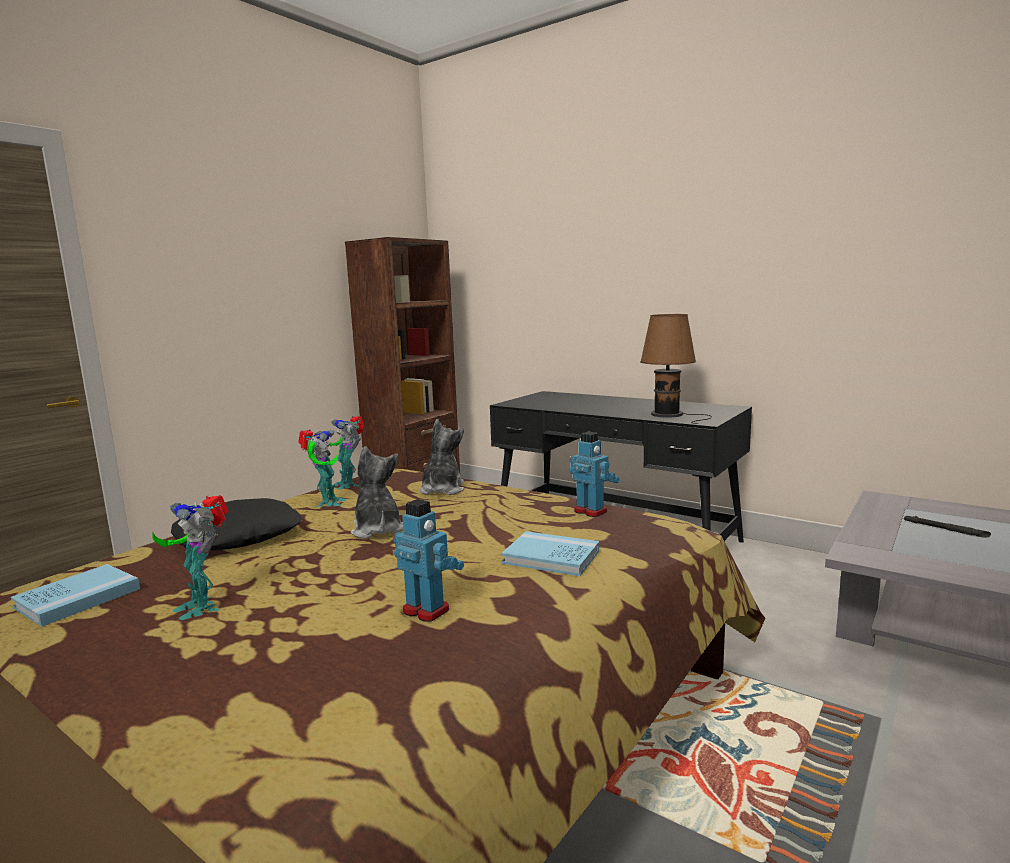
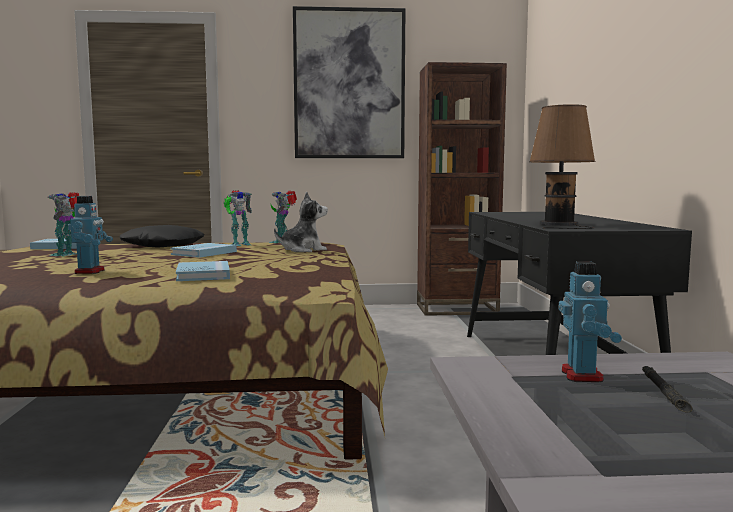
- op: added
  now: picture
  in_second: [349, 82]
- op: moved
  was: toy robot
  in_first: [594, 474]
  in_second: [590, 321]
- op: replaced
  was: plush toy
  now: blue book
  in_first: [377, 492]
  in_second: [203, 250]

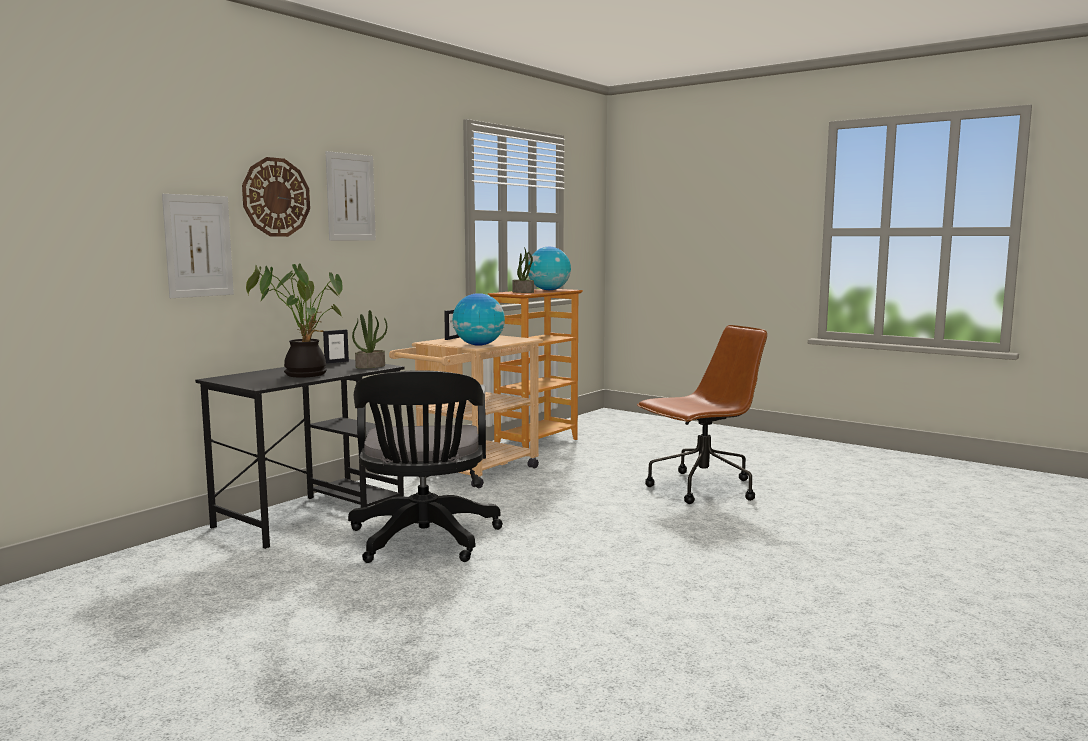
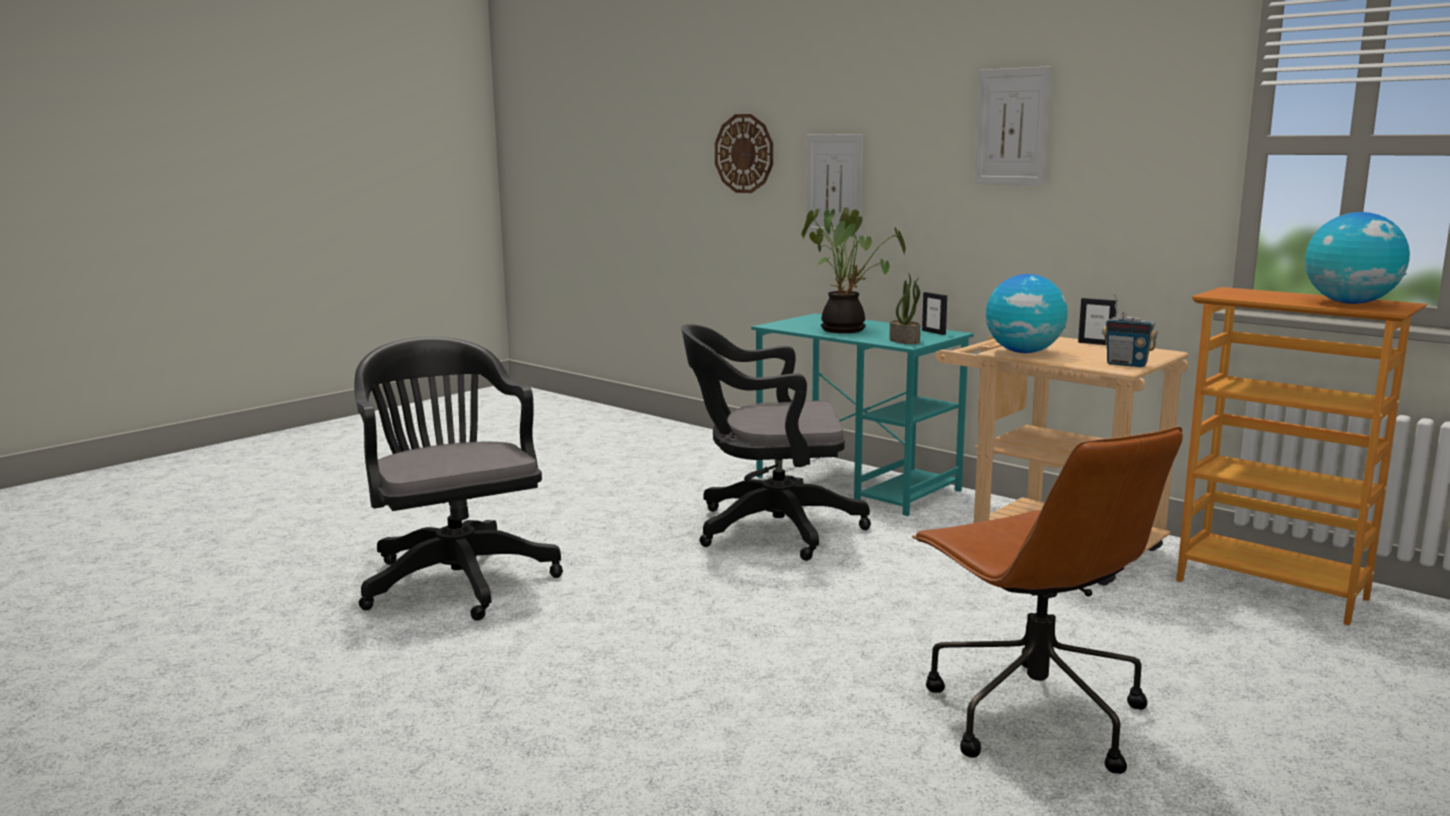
- op: removed
  was: potted plant
  in_first: [523, 270]
- op: added
  now: black office chair
  in_second: [458, 479]
- op: added
  now: radio
  in_second: [1129, 330]
- op: moved
  was: wall clock
  in_first: [276, 197]
  in_second: [744, 153]
- op: recoloured
  was: black desk
  now: turquoise desk
  in_first: [300, 454]
  in_second: [862, 414]

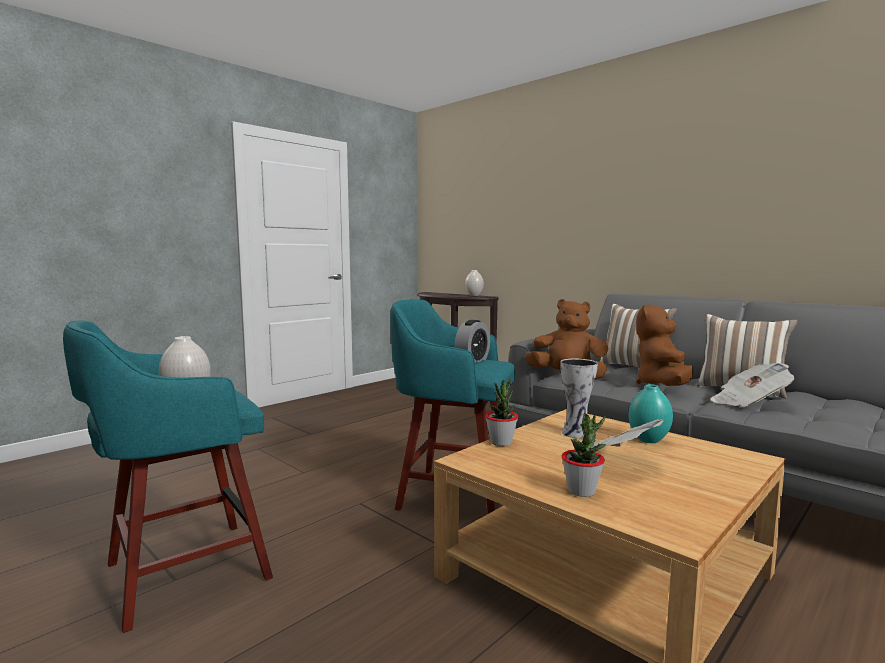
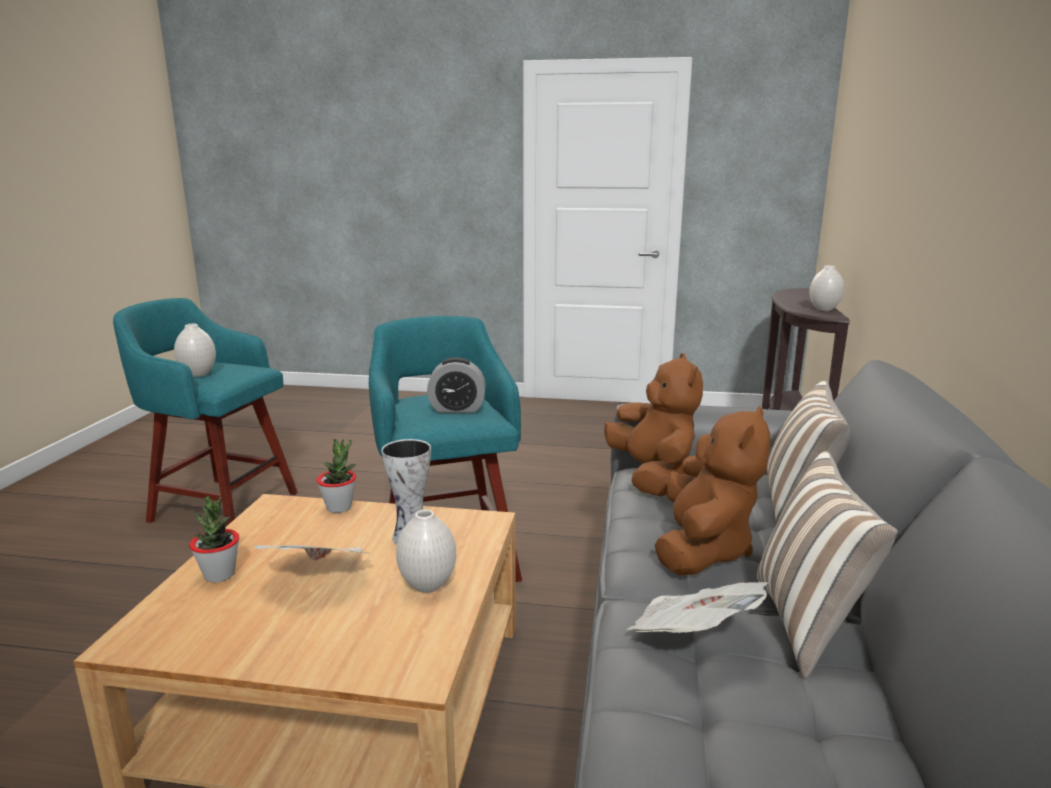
- op: recoloured
  was: turquoise vase
  now: white vase
  in_first: [651, 413]
  in_second: [426, 551]
- op: turned
  was: brown plush toy
  in_first: [665, 345]
  in_second: [712, 491]
  clockwise: 120

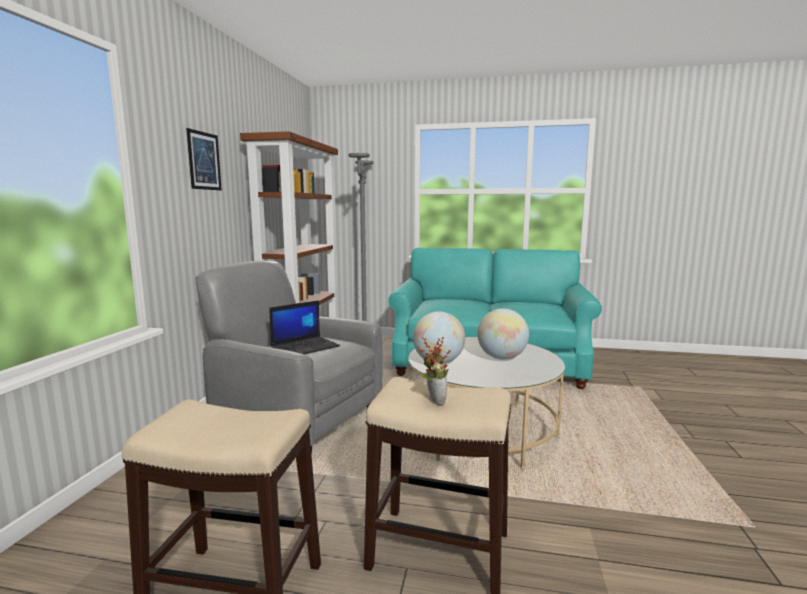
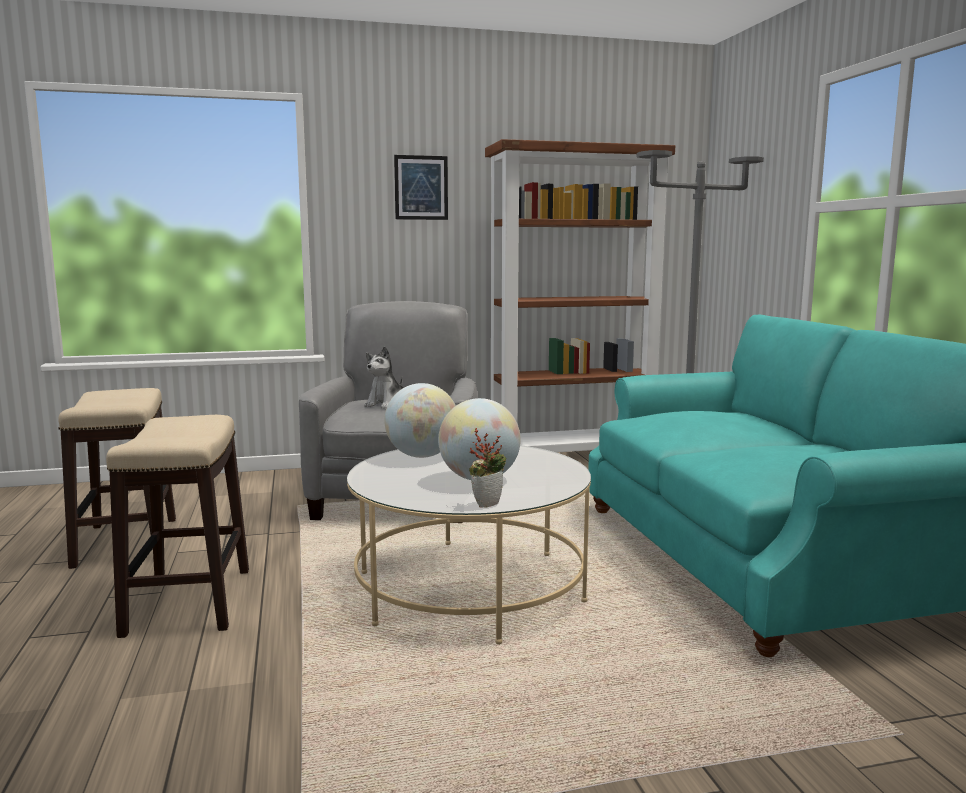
- op: moved
  was: potted plant
  in_first: [434, 371]
  in_second: [487, 468]
- op: replaced
  was: laptop
  now: plush toy
  in_first: [304, 327]
  in_second: [384, 377]

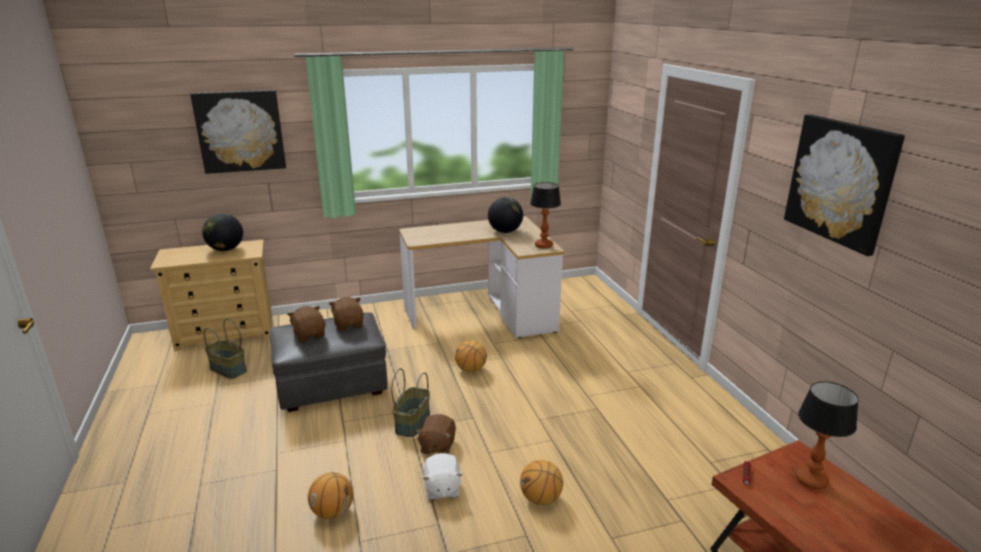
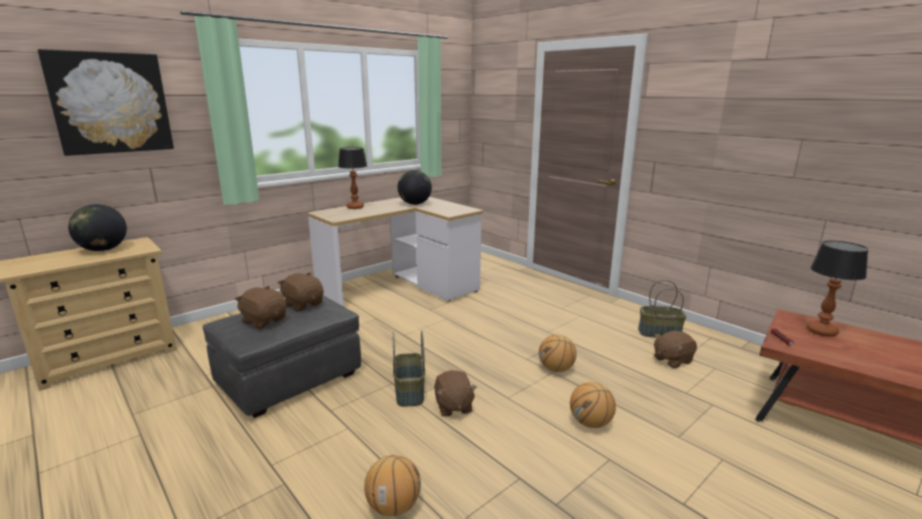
- op: removed
  was: white plush toy
  in_first: [442, 476]
- op: removed
  was: picture
  in_first: [844, 185]
- op: added
  now: brown plush toy
  in_second: [675, 349]
- op: moved
  was: basket
  in_first: [225, 349]
  in_second: [662, 309]
- op: moved
  was: basketball
  in_first: [471, 356]
  in_second: [558, 353]
- op: moved
  was: table lamp
  in_first: [545, 215]
  in_second: [352, 178]

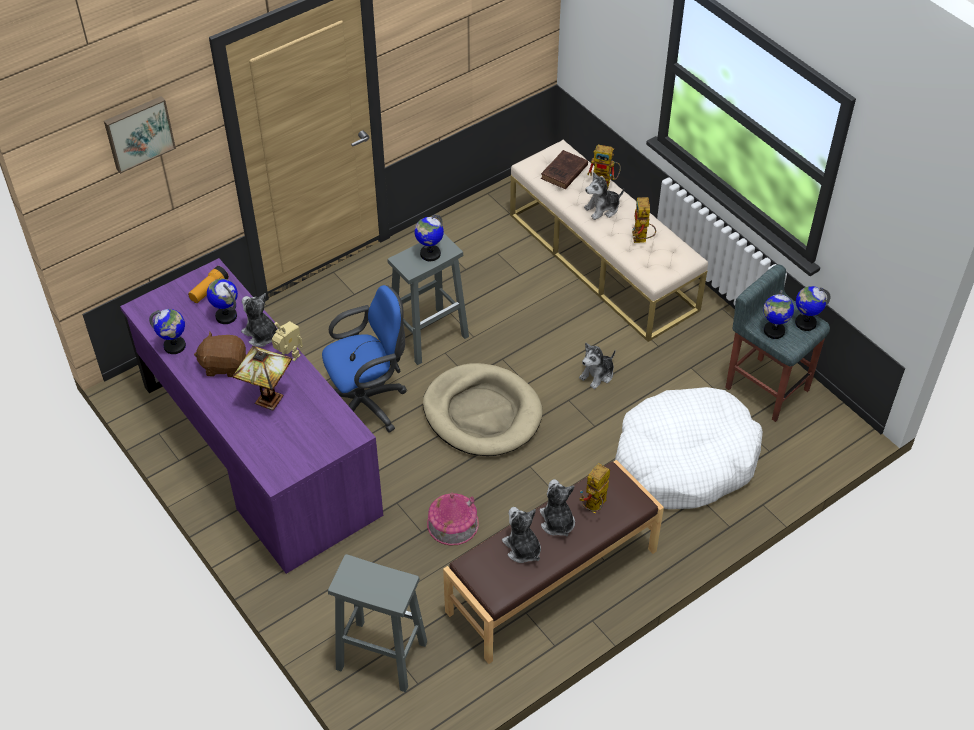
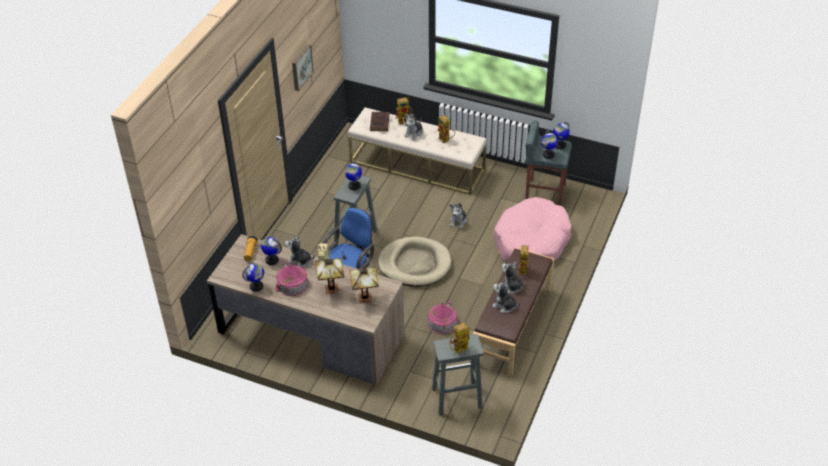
- op: added
  now: table lamp
  in_second: [364, 285]
- op: added
  now: toy robot
  in_second: [459, 338]
- op: moved
  was: picture
  in_first: [140, 135]
  in_second: [303, 67]
- op: replaced
  was: brown plush toy
  now: toy house
  in_first: [220, 354]
  in_second: [291, 278]
- op: recoloured
  was: purple desk
  now: brown desk
  in_first: [251, 416]
  in_second: [305, 309]
- op: recoloured
  was: white dog bed
  now: pink dog bed
  in_first: [689, 448]
  in_second: [533, 229]

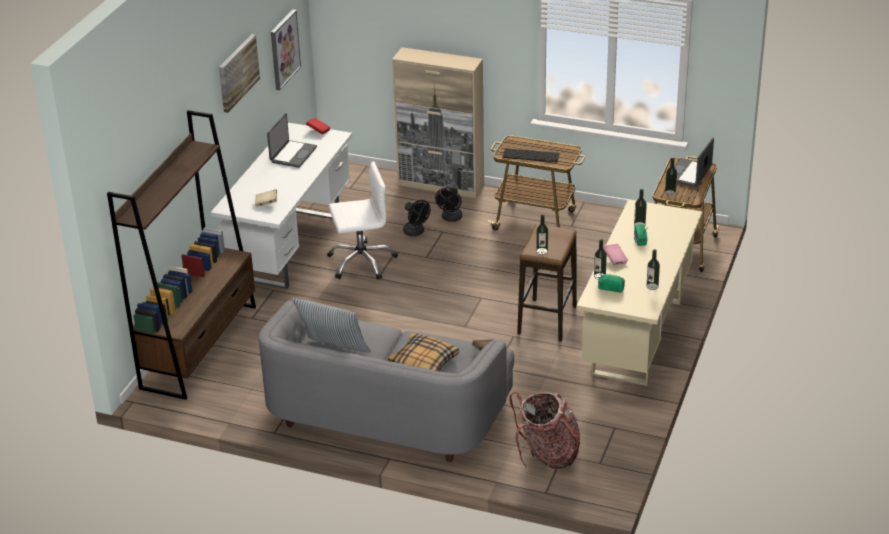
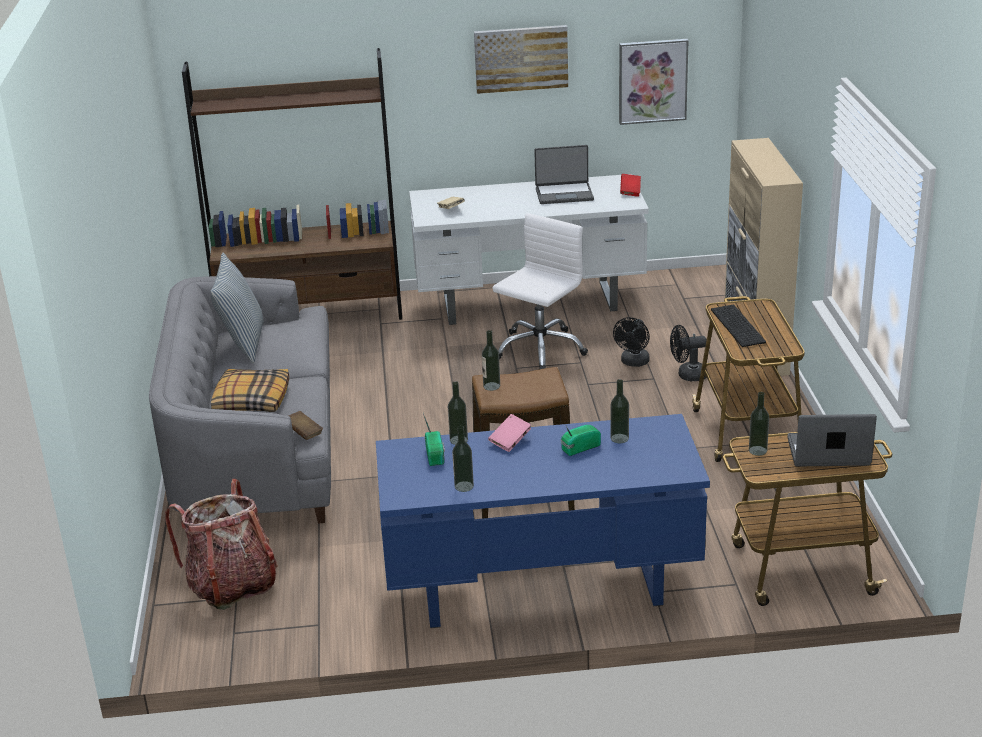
- op: recoloured
  was: beige desk
  now: blue desk
  in_first: [639, 292]
  in_second: [543, 521]
- op: turned
  was: white office chair
  in_first: [362, 220]
  in_second: [540, 291]
  clockwise: -105

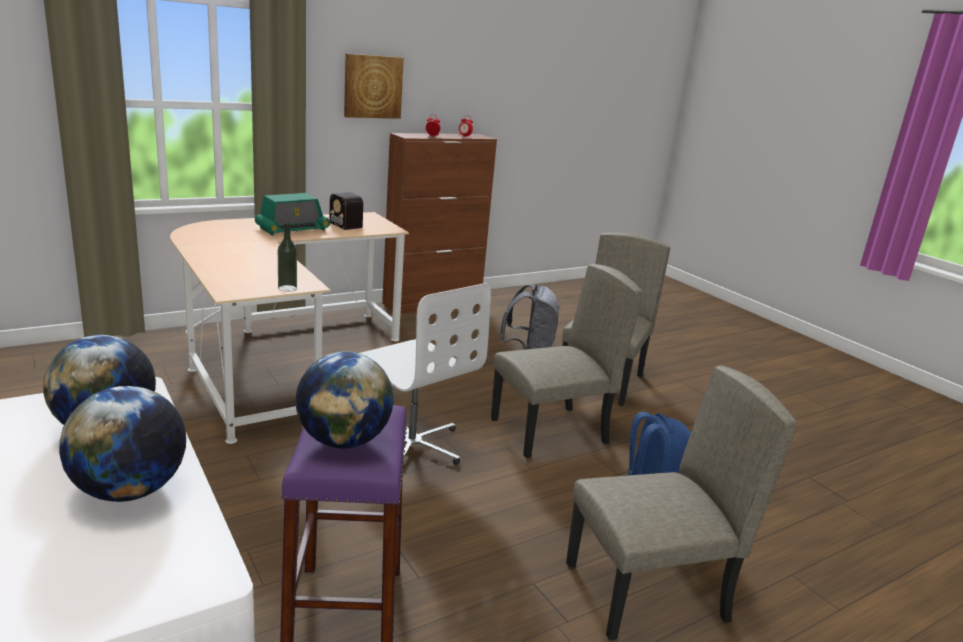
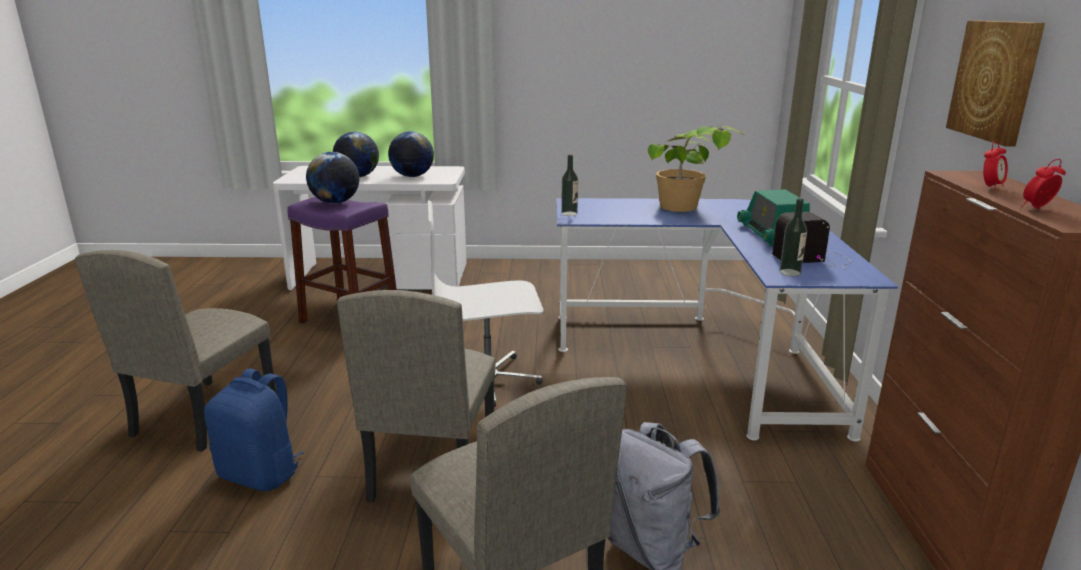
- op: added
  now: potted plant
  in_second: [696, 169]
- op: added
  now: bottle
  in_second: [793, 237]
- op: recoloured
  was: beige desk
  now: blue desk
  in_first: [289, 328]
  in_second: [727, 320]

